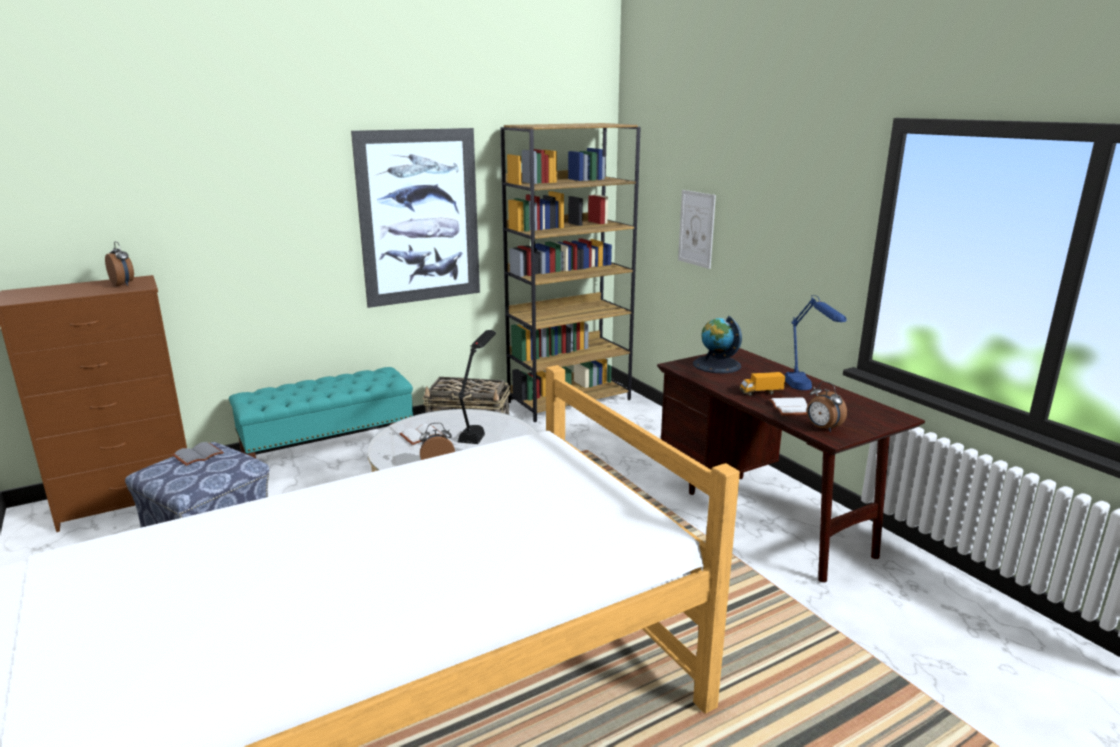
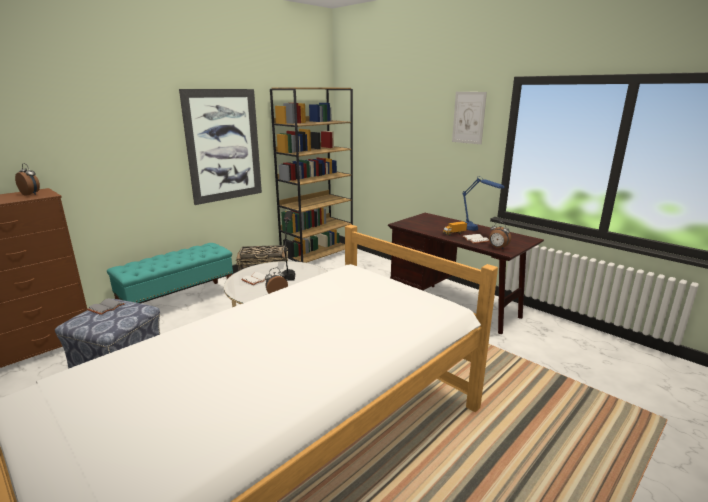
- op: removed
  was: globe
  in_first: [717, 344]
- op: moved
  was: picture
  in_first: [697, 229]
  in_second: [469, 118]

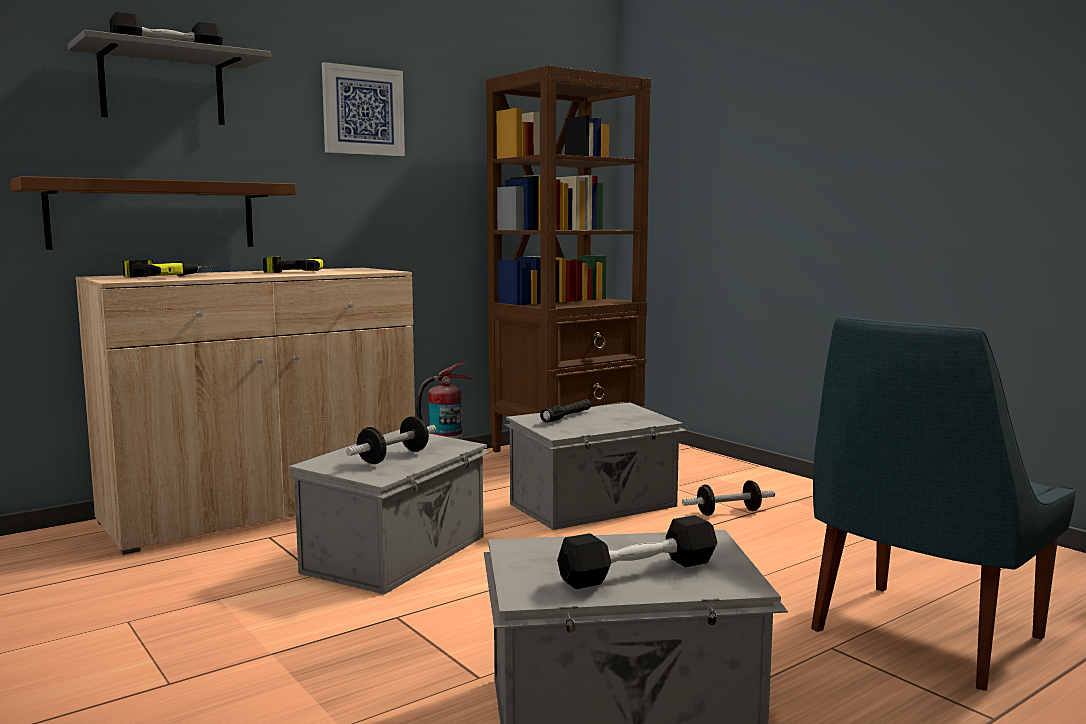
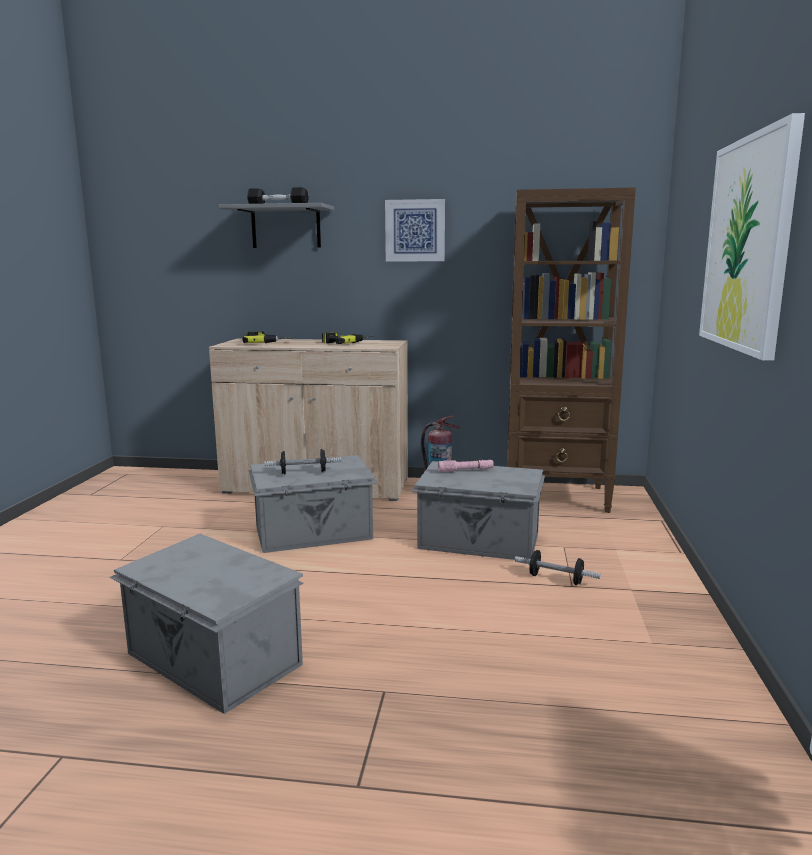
- op: removed
  was: brown shelf
  in_first: [153, 213]
- op: removed
  was: black dumbbell
  in_first: [637, 552]
- op: removed
  was: blue chair
  in_first: [943, 504]
- op: added
  now: picture
  in_second: [752, 237]
- op: recoloured
  was: black flashlight
  now: pink flashlight
  in_first: [565, 411]
  in_second: [466, 466]

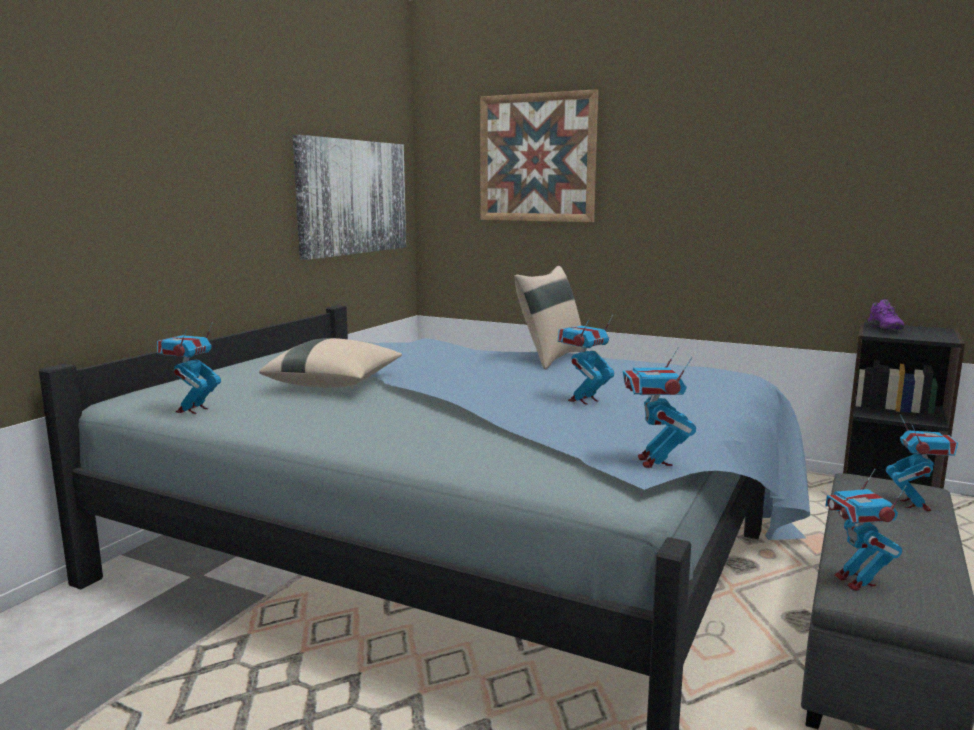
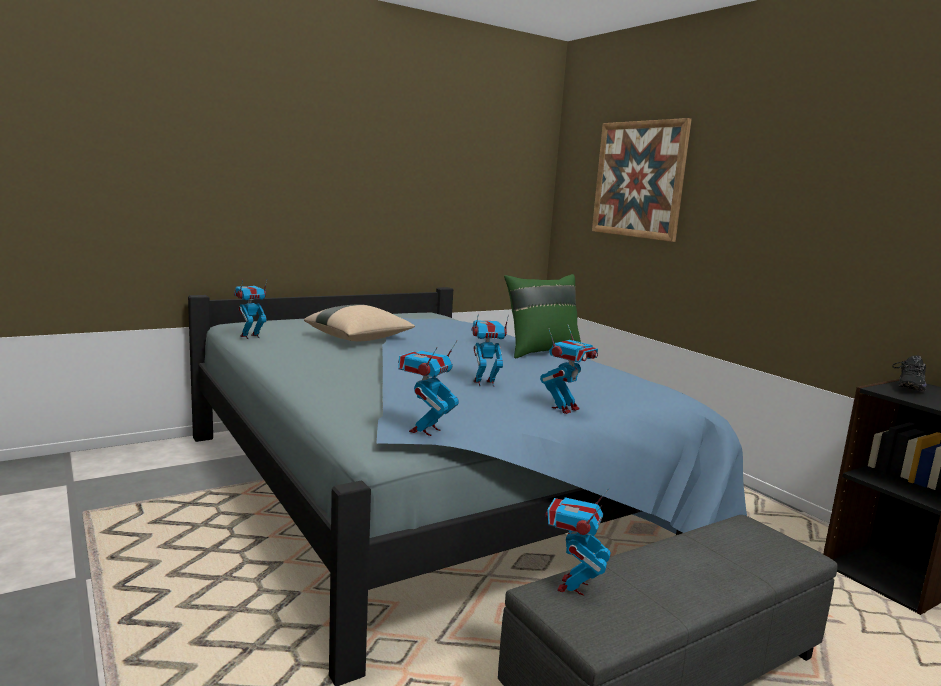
- op: removed
  was: picture
  in_first: [349, 197]
- op: moved
  was: toy robot
  in_first: [922, 462]
  in_second: [569, 369]
- op: recoloured
  was: beige pillow
  now: green pillow
  in_first: [548, 317]
  in_second: [542, 316]
- op: recoloured
  was: purple shoe
  now: black shoe
  in_first: [886, 314]
  in_second: [909, 373]

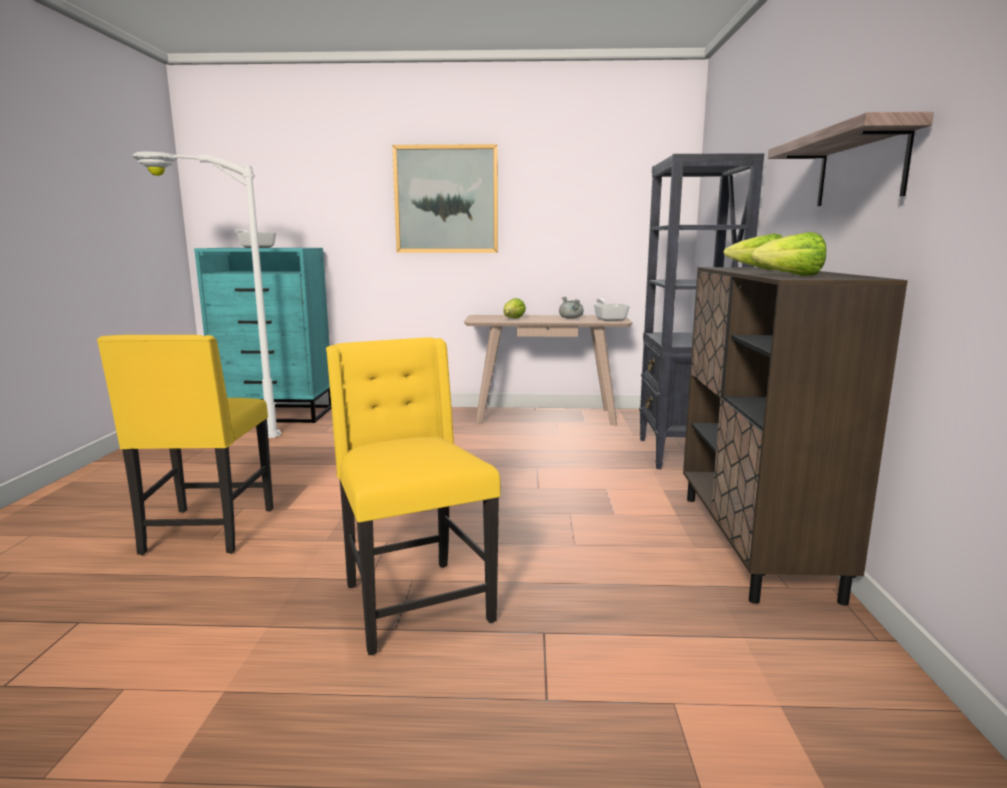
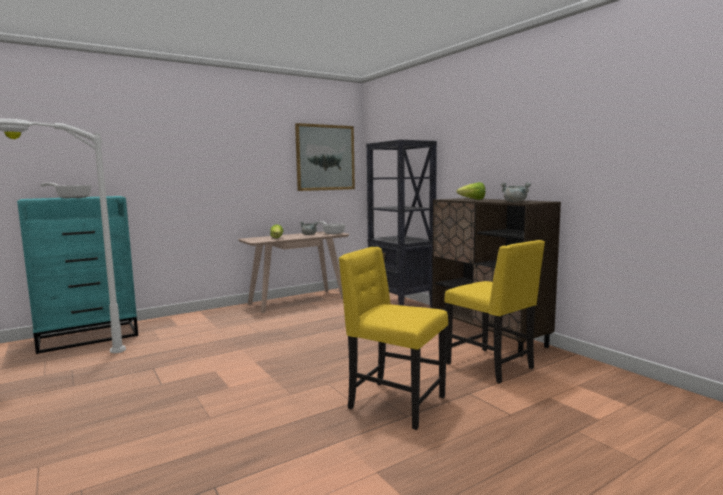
- op: removed
  was: shelf
  in_first: [851, 159]
- op: moved
  was: yellow chair
  in_first: [185, 445]
  in_second: [494, 312]
- op: moved
  was: picture
  in_first: [445, 198]
  in_second: [325, 157]
- op: replaced
  was: lettuce
  now: grey cooking pot
  in_first: [788, 254]
  in_second: [515, 192]

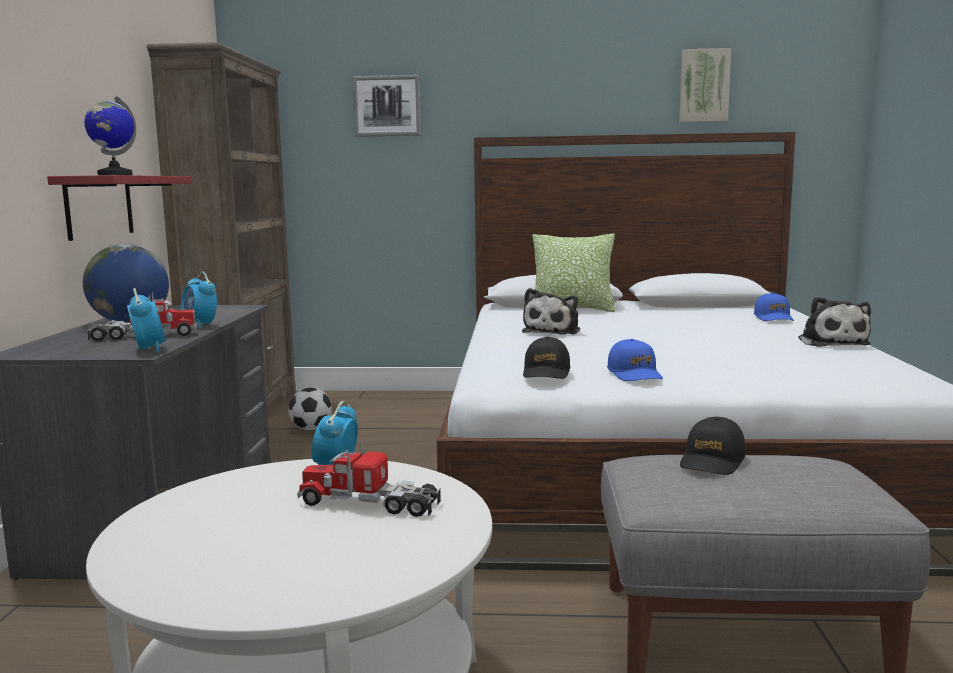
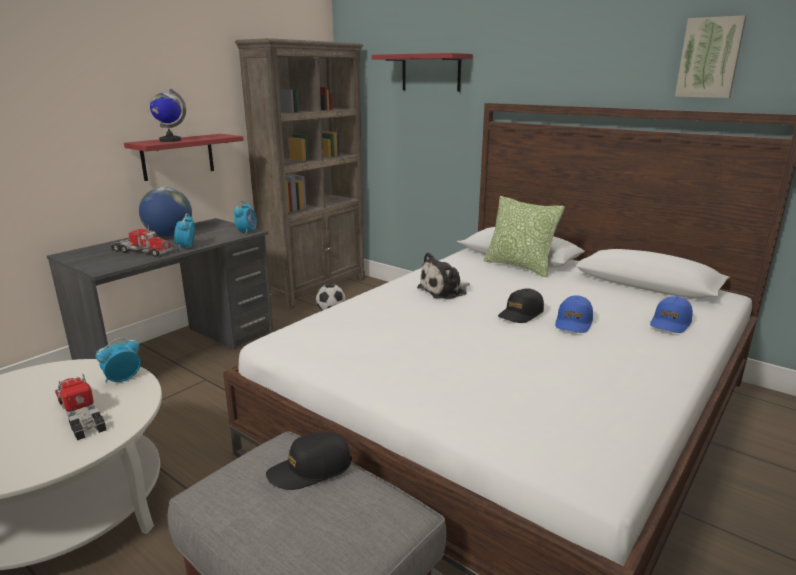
- op: removed
  was: plush toy
  in_first: [834, 322]
- op: moved
  was: alarm clock
  in_first: [146, 320]
  in_second: [245, 218]
- op: moved
  was: black cap
  in_first: [546, 358]
  in_second: [521, 306]
- op: moved
  was: blue cap
  in_first: [635, 360]
  in_second: [574, 314]
- op: replaced
  was: picture
  now: red shelf
  in_first: [386, 106]
  in_second: [422, 72]

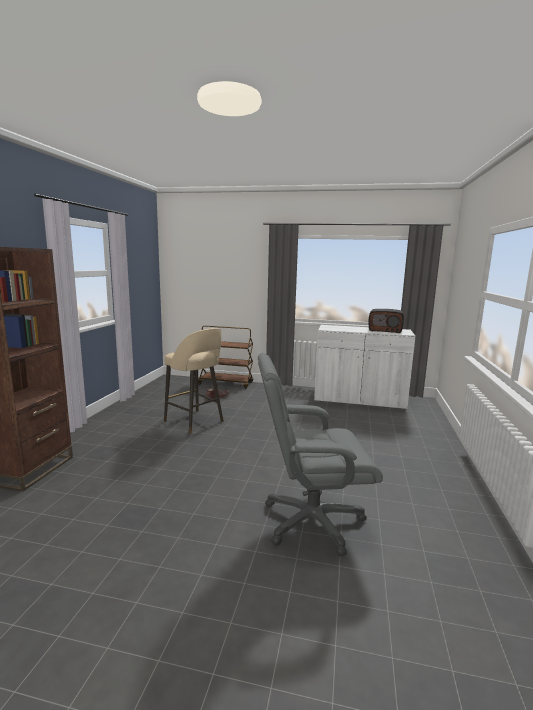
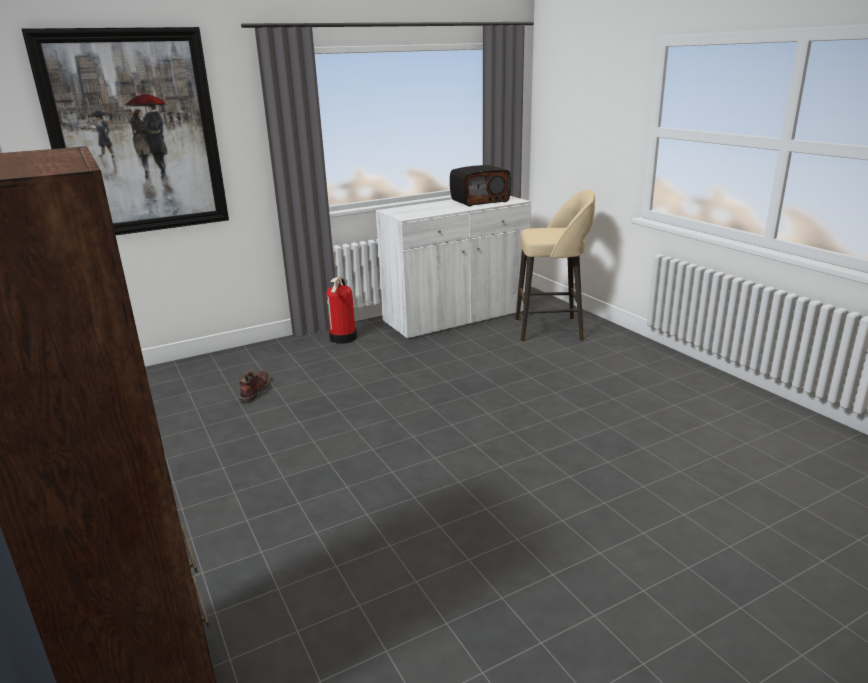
- op: removed
  was: brown cart
  in_first: [225, 357]
- op: removed
  was: grey office chair
  in_first: [320, 454]
- op: added
  now: picture
  in_second: [125, 131]
- op: added
  now: fire extinguisher
  in_second: [341, 310]
- op: moved
  was: beige stool
  in_first: [194, 381]
  in_second: [555, 266]

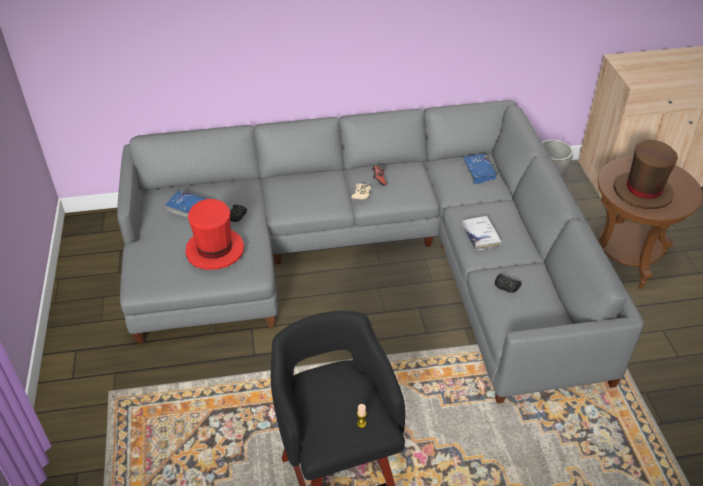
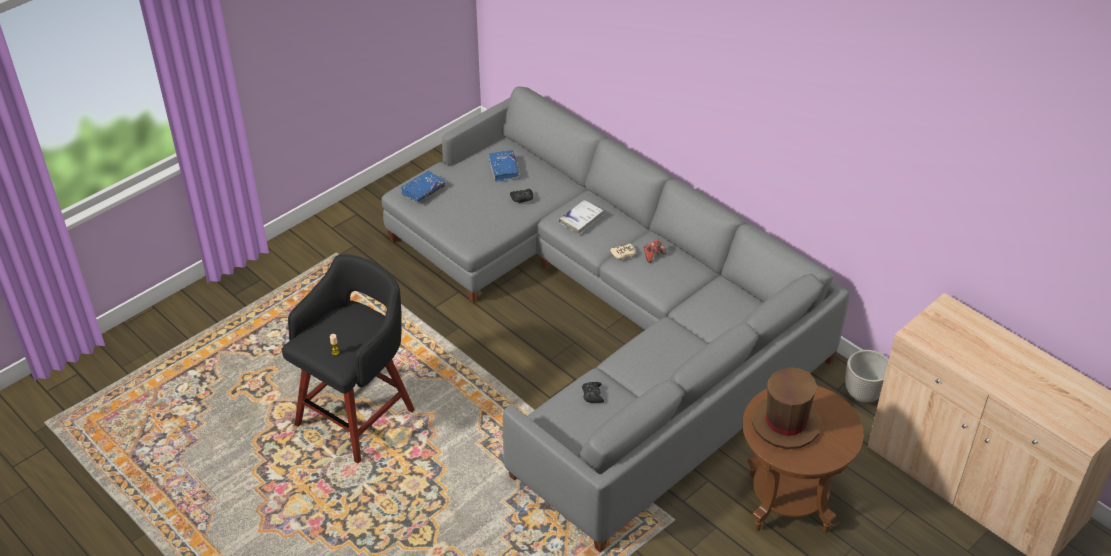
- op: removed
  was: red hat
  in_first: [214, 234]
- op: moved
  was: white book
  in_first: [482, 233]
  in_second: [581, 217]
- op: moved
  was: blue book
  in_first: [480, 169]
  in_second: [423, 186]

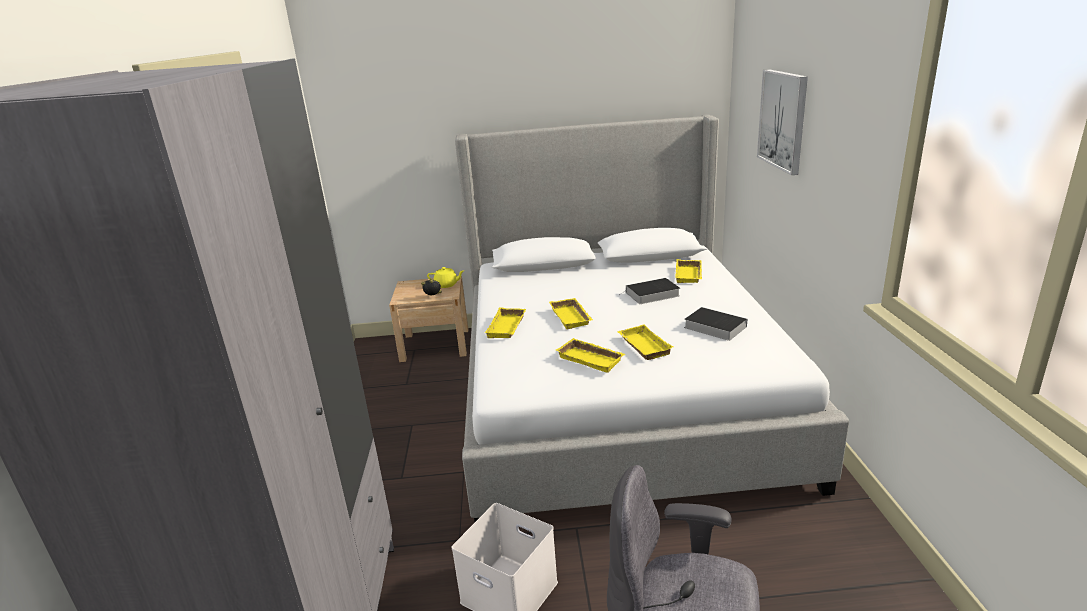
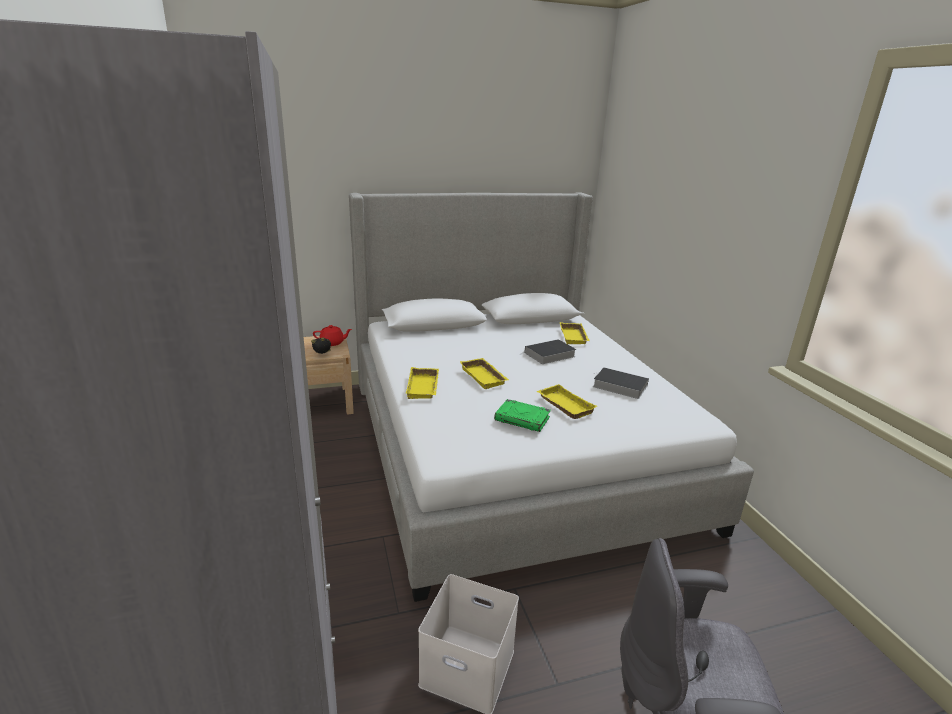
- op: removed
  was: picture
  in_first: [782, 122]
- op: replaced
  was: yellow tray
  now: green book
  in_first: [590, 355]
  in_second: [522, 415]
- op: recoloured
  was: yellow teapot
  now: red teapot
  in_first: [445, 277]
  in_second: [332, 335]

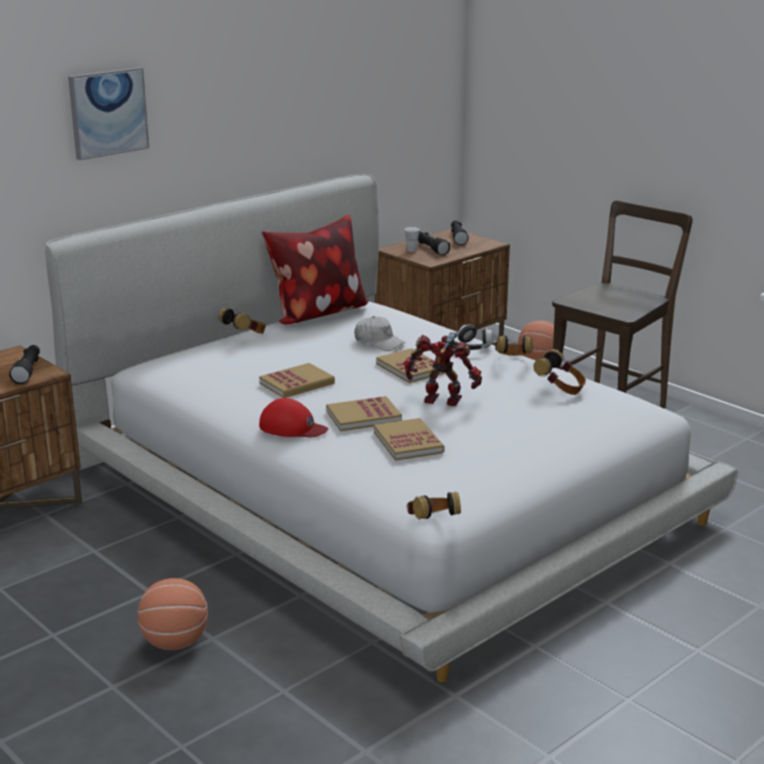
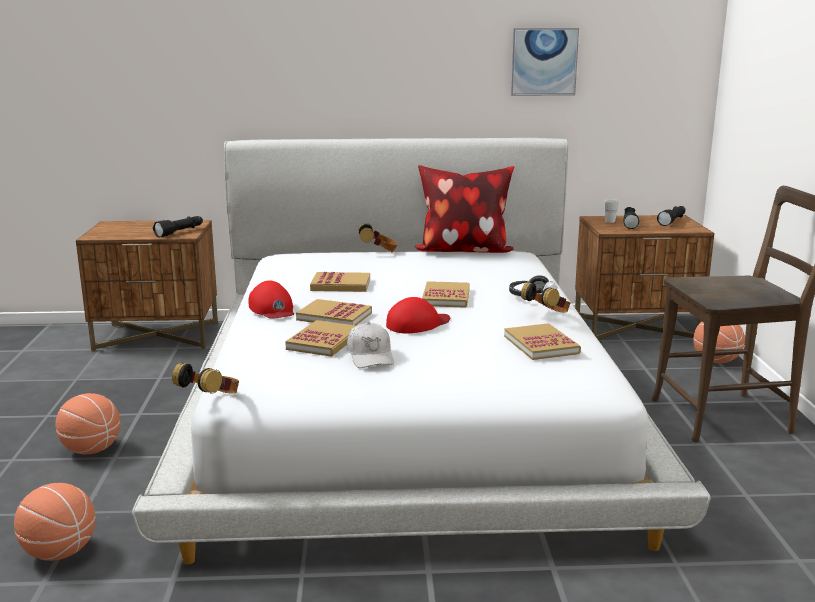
- op: added
  now: basketball
  in_second: [55, 522]
- op: moved
  was: picture
  in_first: [108, 113]
  in_second: [545, 62]
- op: moved
  was: white cap
  in_first: [379, 333]
  in_second: [370, 345]
- op: replaced
  was: toy robot
  now: red cap
  in_first: [443, 369]
  in_second: [418, 315]
- op: replaced
  was: headphones
  now: book
  in_first: [559, 372]
  in_second: [542, 341]

